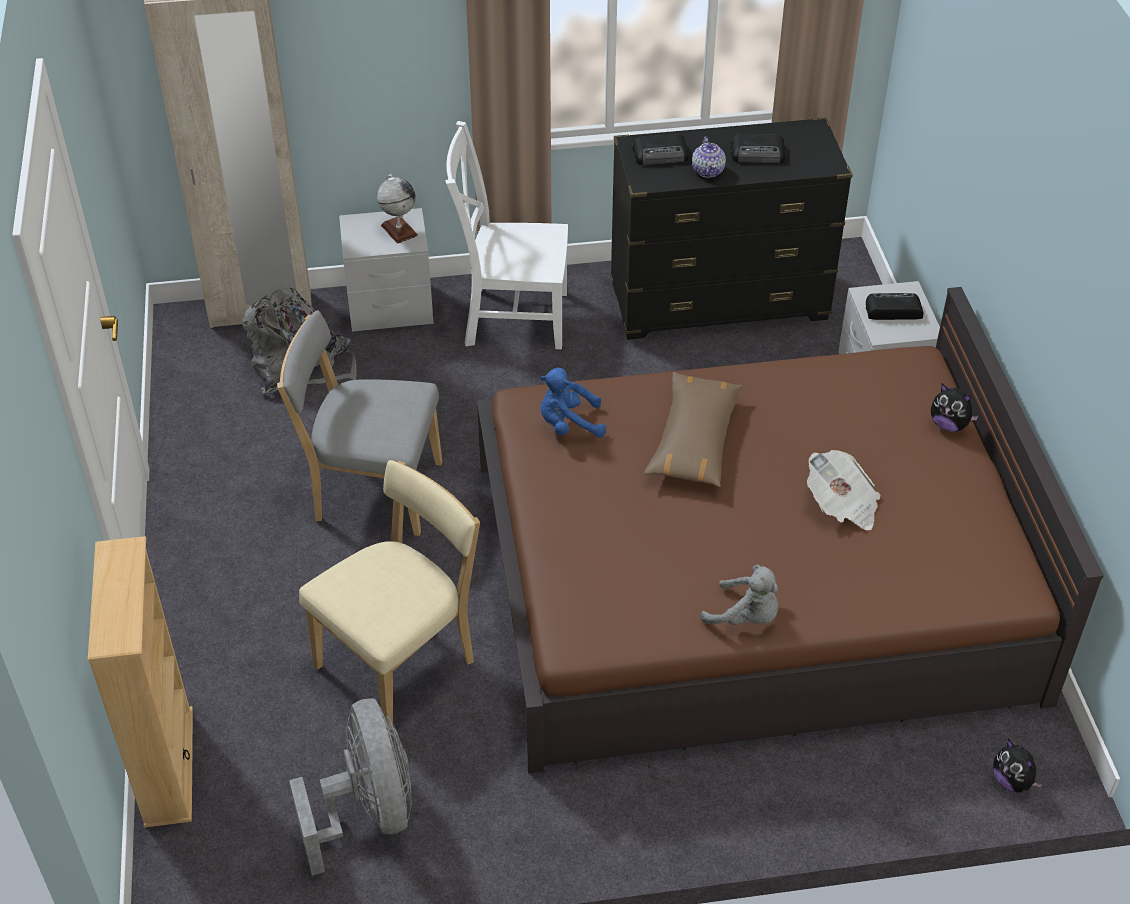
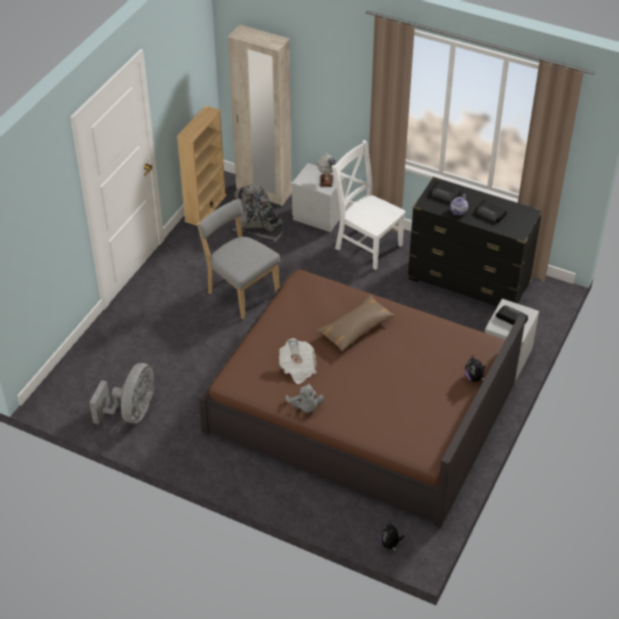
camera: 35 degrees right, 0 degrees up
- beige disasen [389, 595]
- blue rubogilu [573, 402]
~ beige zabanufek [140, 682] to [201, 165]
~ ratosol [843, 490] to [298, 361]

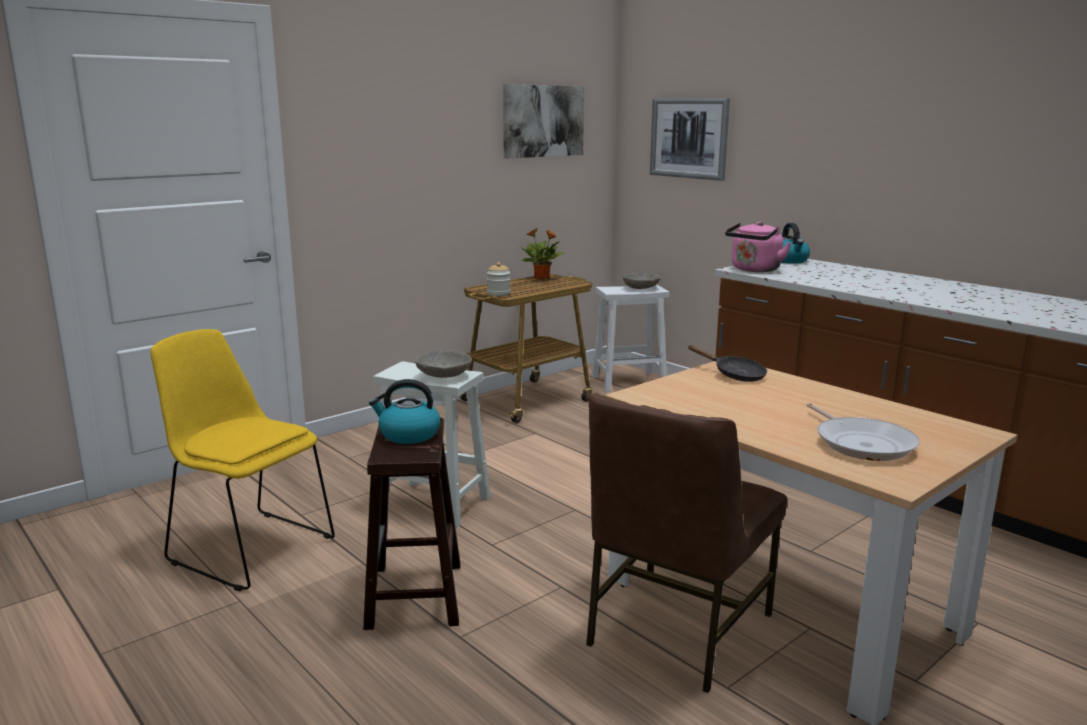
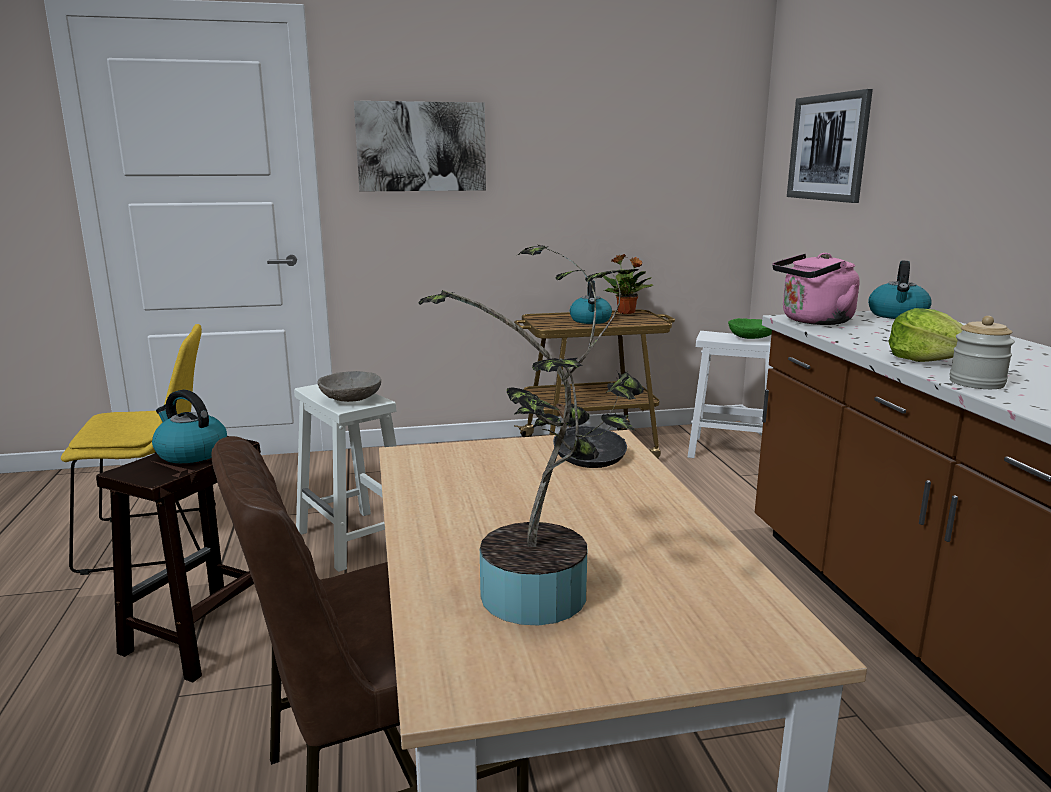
camera: 30 degrees right, 0 degrees up
+ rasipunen [591, 302]
+ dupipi [925, 335]
~ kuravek [499, 279] to [982, 352]
~ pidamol [543, 121] to [420, 146]
~ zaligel [863, 432] to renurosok [531, 434]
~ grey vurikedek [642, 281] to green vurikedek [750, 328]
~ yellow disasen [242, 460] = [138, 449] 105 degrees clockwise

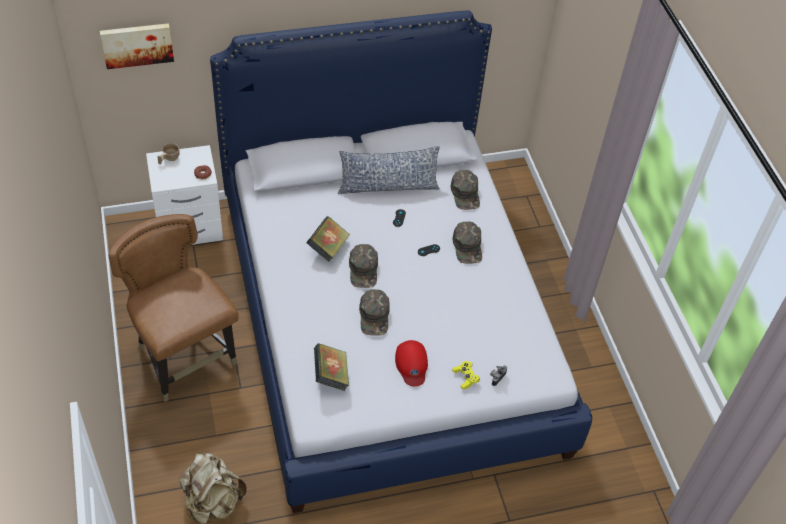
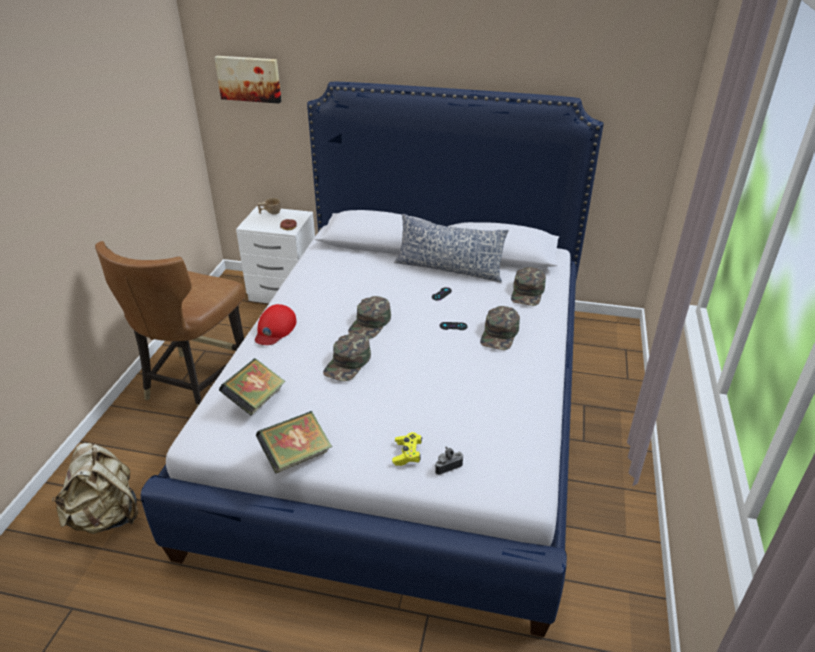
camera: 30 degrees right, 15 degrees down
~ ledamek [328, 239] to [294, 442]
~ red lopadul [411, 363] to [276, 324]
~ brown disasen [174, 308] = [170, 324] 150 degrees counterclockwise

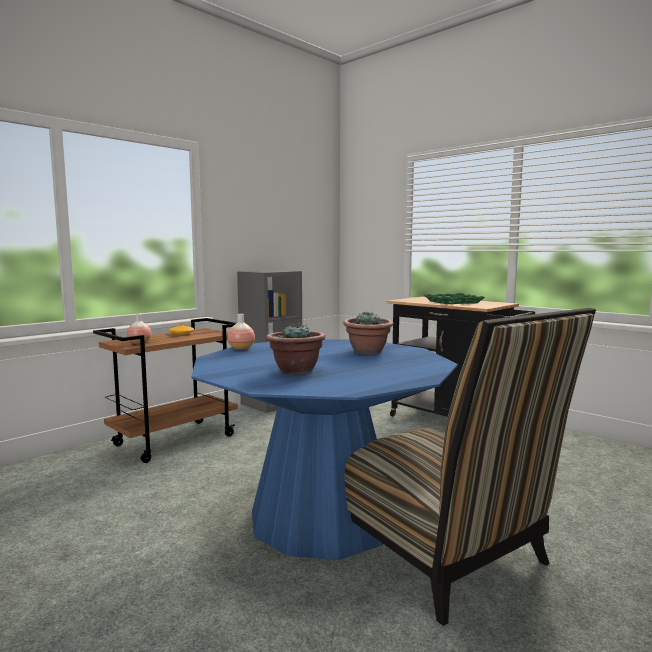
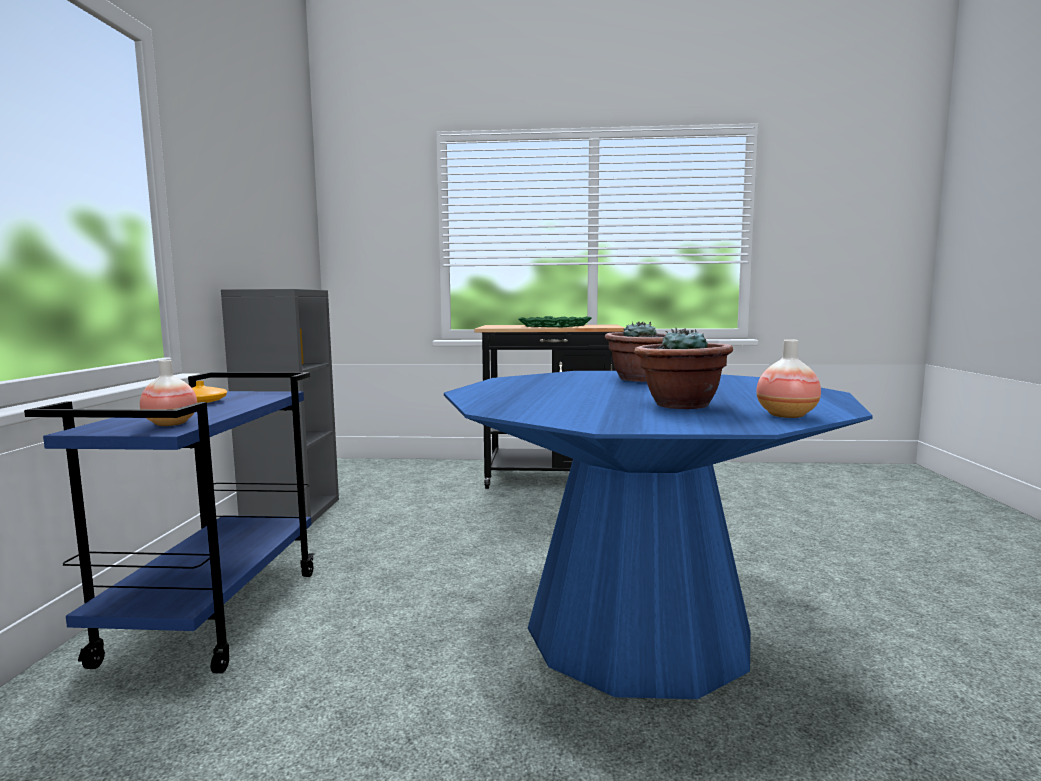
camera: 40 degrees left, 0 degrees up
- disasen [470, 467]
~ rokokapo [241, 332] to [788, 378]
~ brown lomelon [165, 390] to blue lomelon [169, 522]

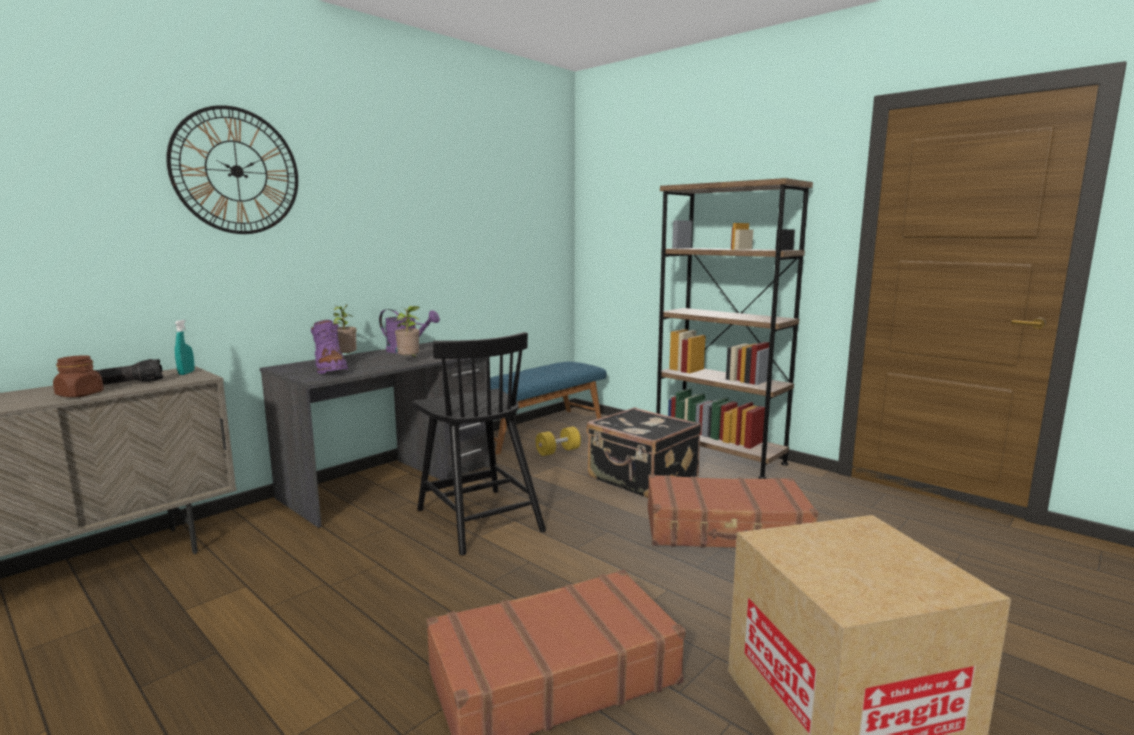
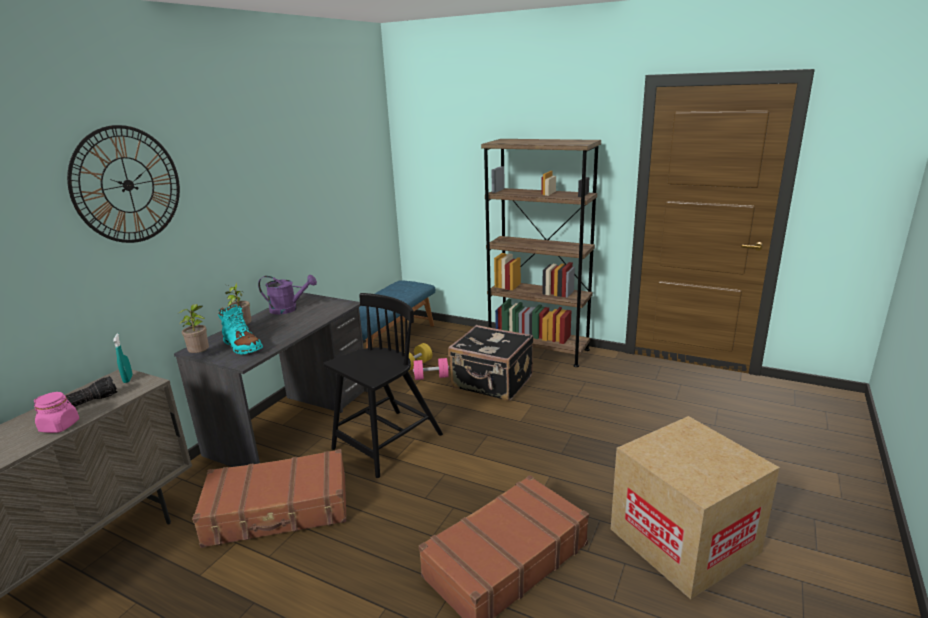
camera: 15 degrees left, 10 degrees up
+ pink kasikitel [431, 369]
~ renurosok [407, 332] to [193, 328]
~ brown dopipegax [732, 511] to [269, 498]
~ brown kuravek [78, 376] to pink kuravek [56, 412]
~ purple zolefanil [329, 347] to turquoise zolefanil [240, 330]
~ black disasen [479, 444] = [383, 385] 90 degrees counterclockwise

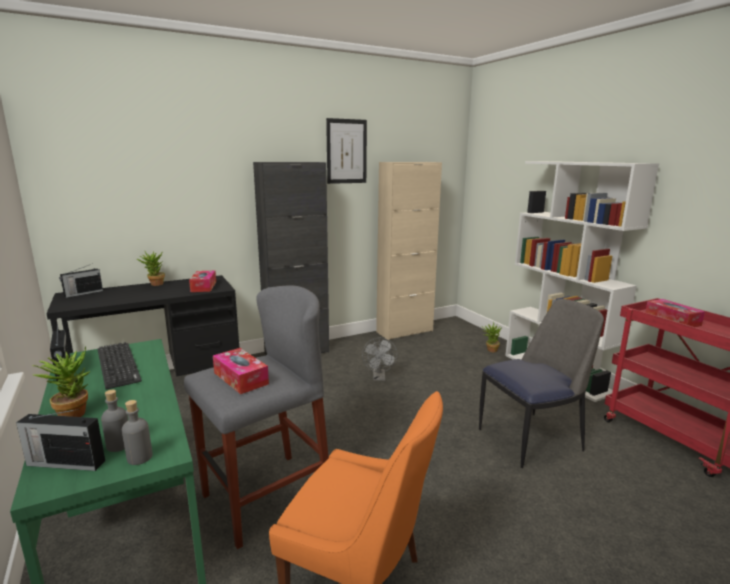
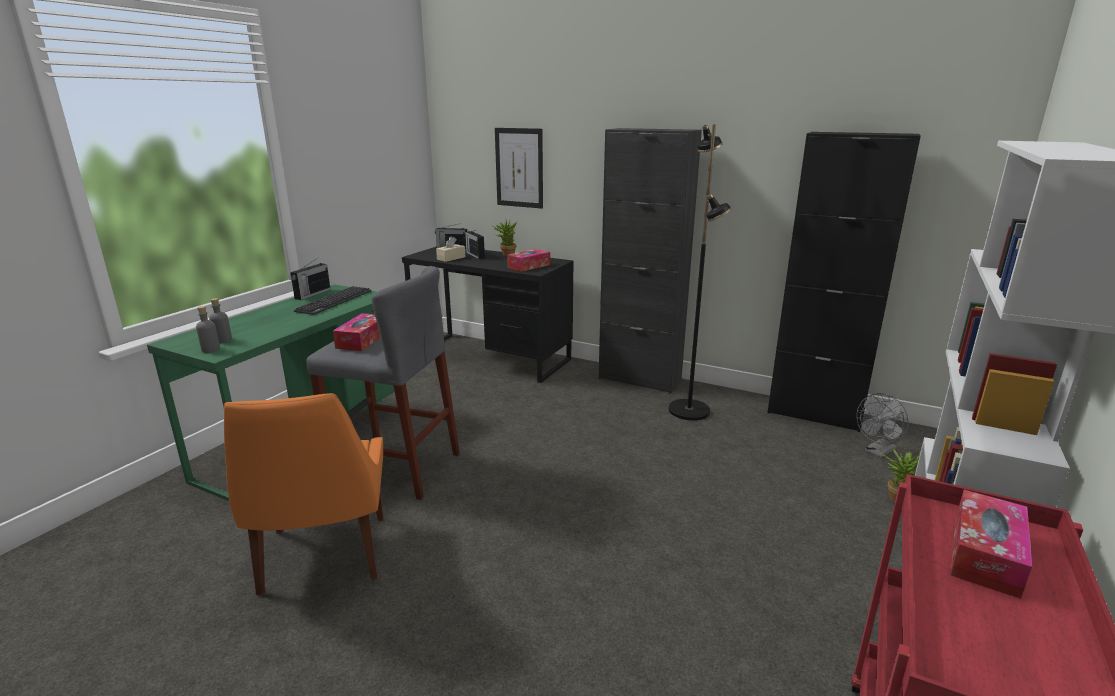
camera: 55 degrees right, 5 degrees up
- renurosok [61, 382]
- disasen [541, 383]
+ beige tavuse [450, 249]
+ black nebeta [700, 272]
~ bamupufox [60, 440] to [475, 244]
~ pidamol [346, 151] to [519, 168]
~ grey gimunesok [380, 359] to [882, 425]
~ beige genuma [409, 251] to black genuma [844, 282]

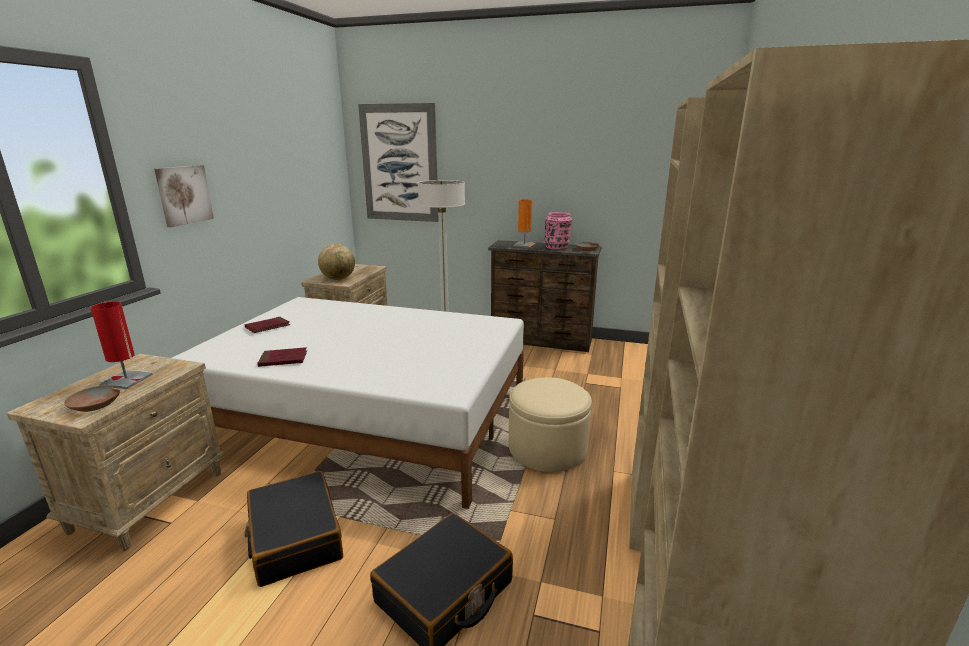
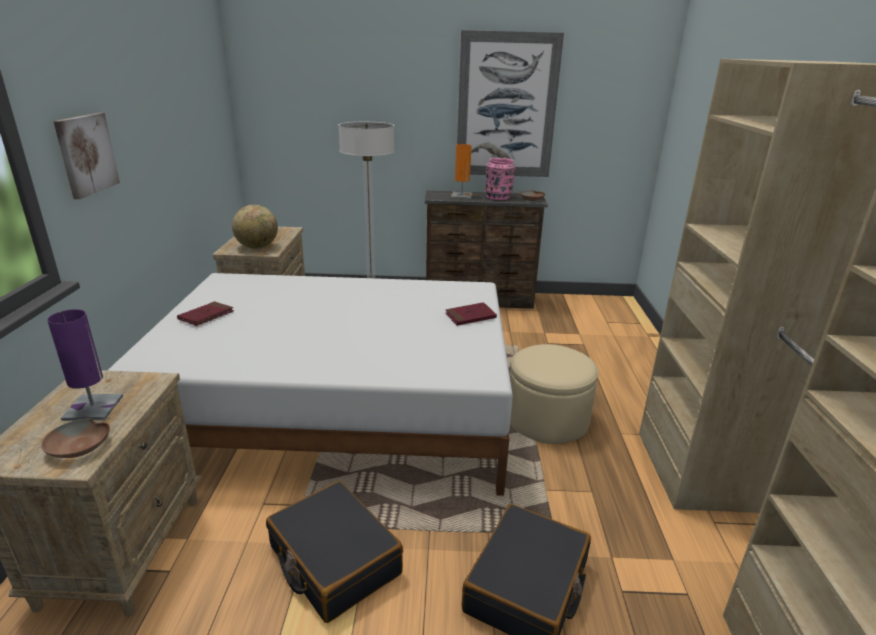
camera: 15 degrees left, 5 degrees up
~ red ledamek [282, 357] to [471, 314]
~ pidamol [398, 162] to [510, 103]
~ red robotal [122, 345] to purple robotal [85, 365]

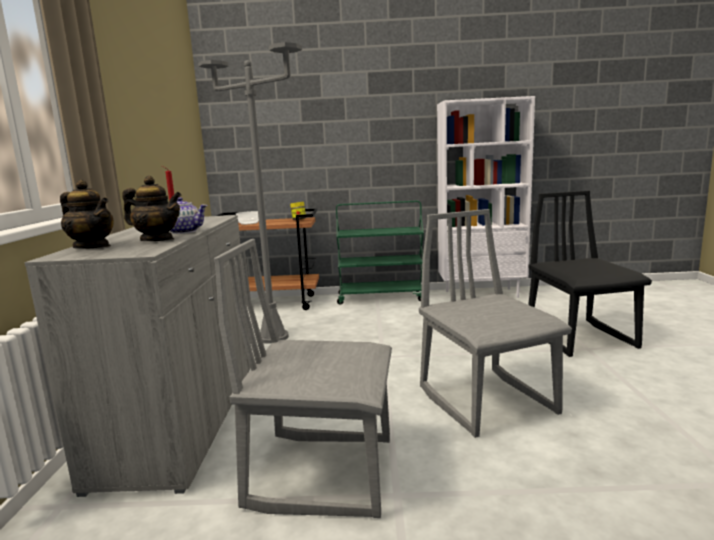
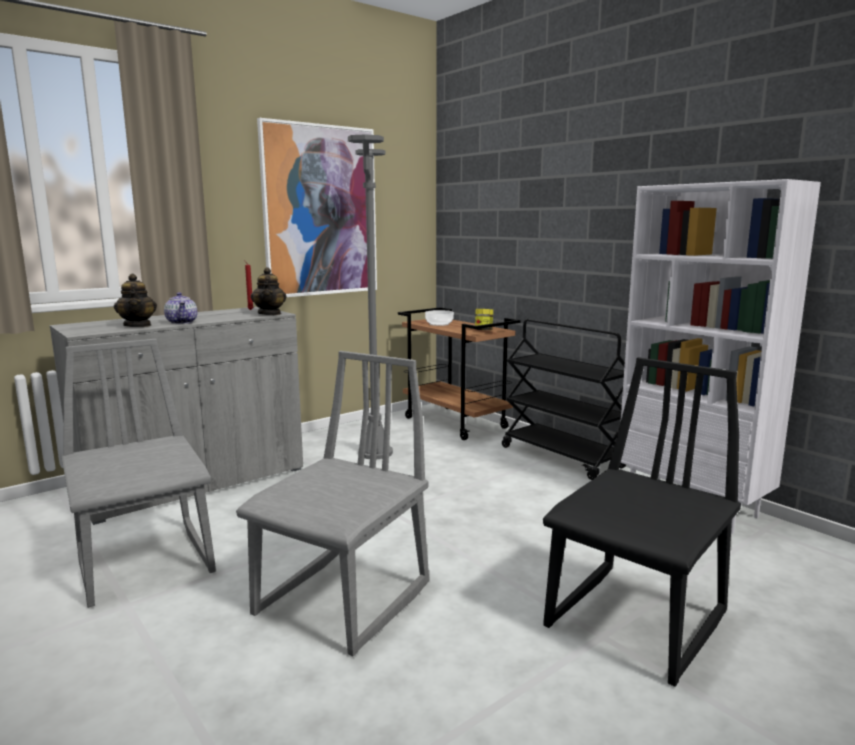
camera: 50 degrees right, 0 degrees up
+ pidamol [317, 207]
~ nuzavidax [87, 214] to [268, 291]
~ green lomelon [380, 252] to black lomelon [564, 399]

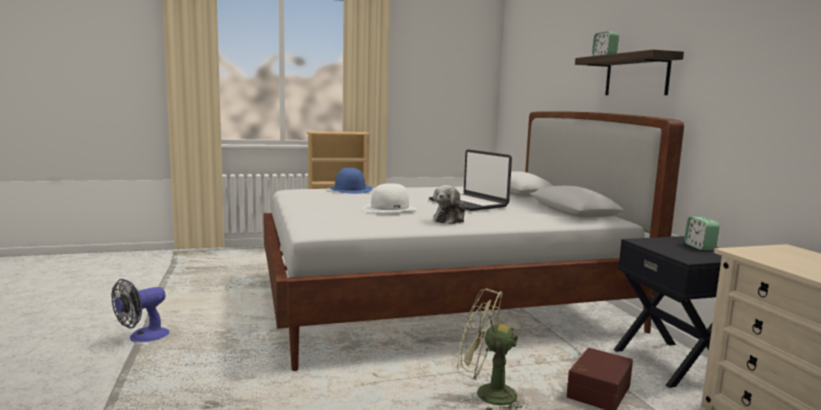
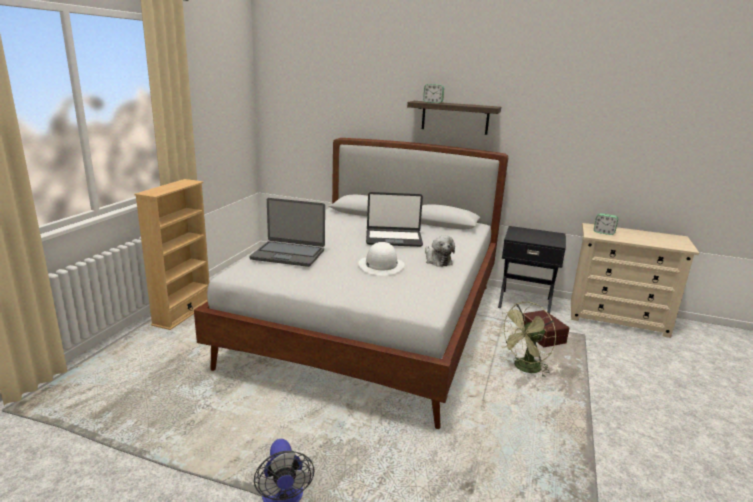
camera: 55 degrees left, 10 degrees up
~ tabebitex [702, 233] to [606, 224]
~ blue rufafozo [350, 181] to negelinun [287, 232]

